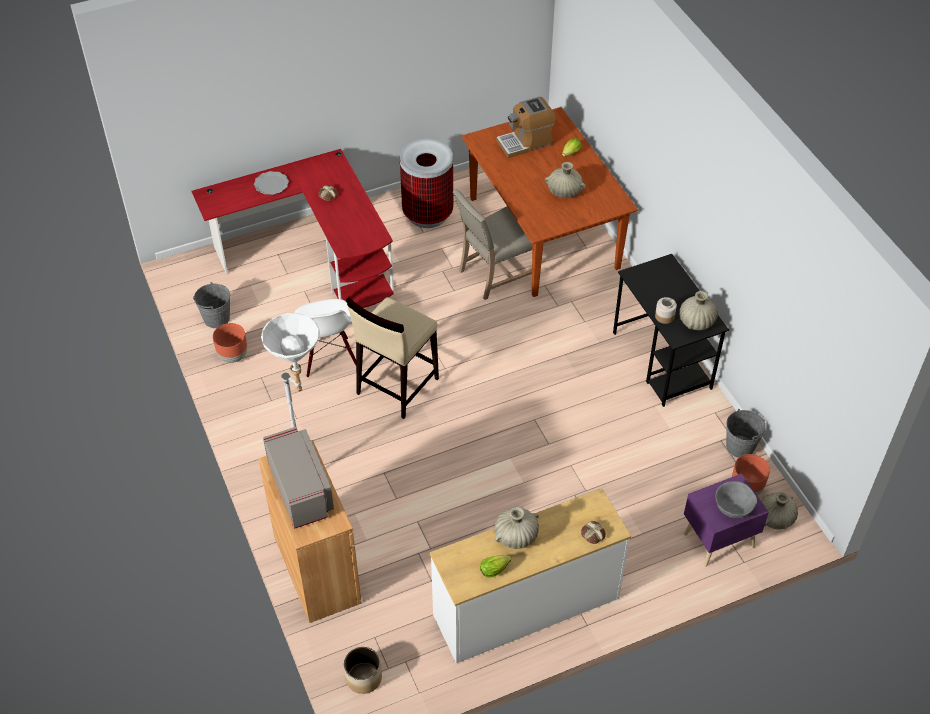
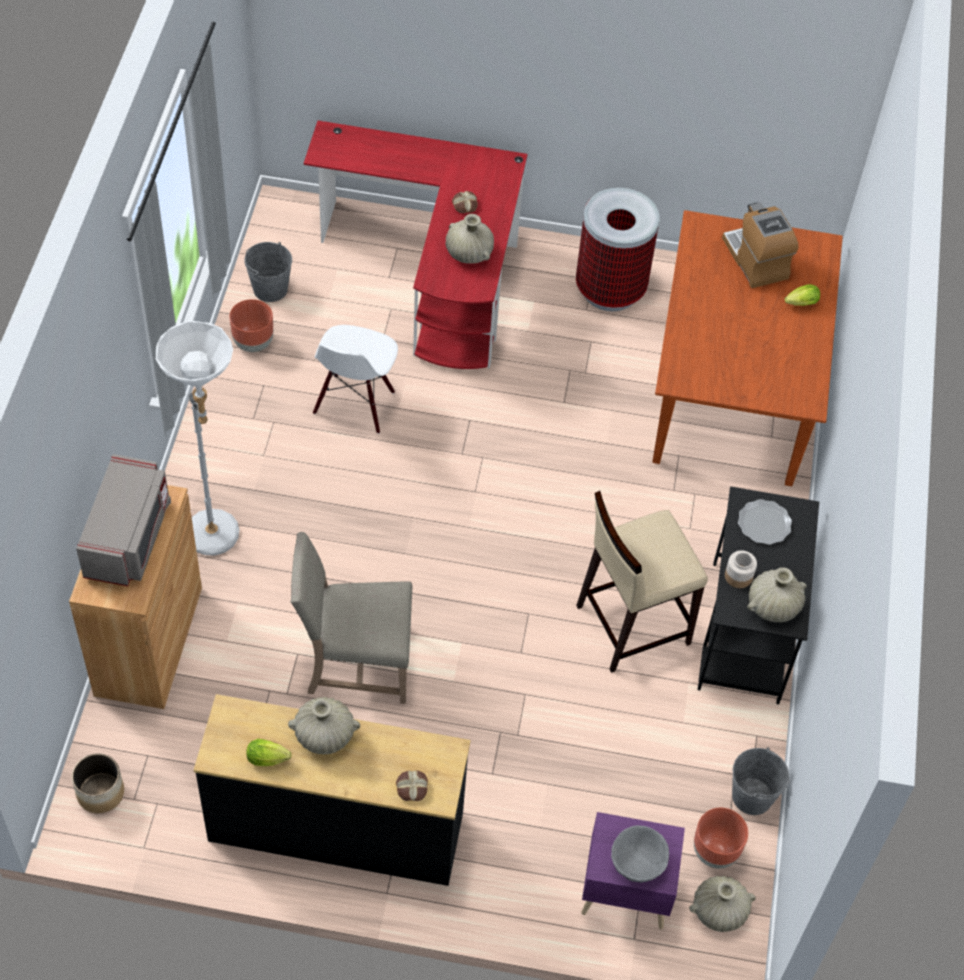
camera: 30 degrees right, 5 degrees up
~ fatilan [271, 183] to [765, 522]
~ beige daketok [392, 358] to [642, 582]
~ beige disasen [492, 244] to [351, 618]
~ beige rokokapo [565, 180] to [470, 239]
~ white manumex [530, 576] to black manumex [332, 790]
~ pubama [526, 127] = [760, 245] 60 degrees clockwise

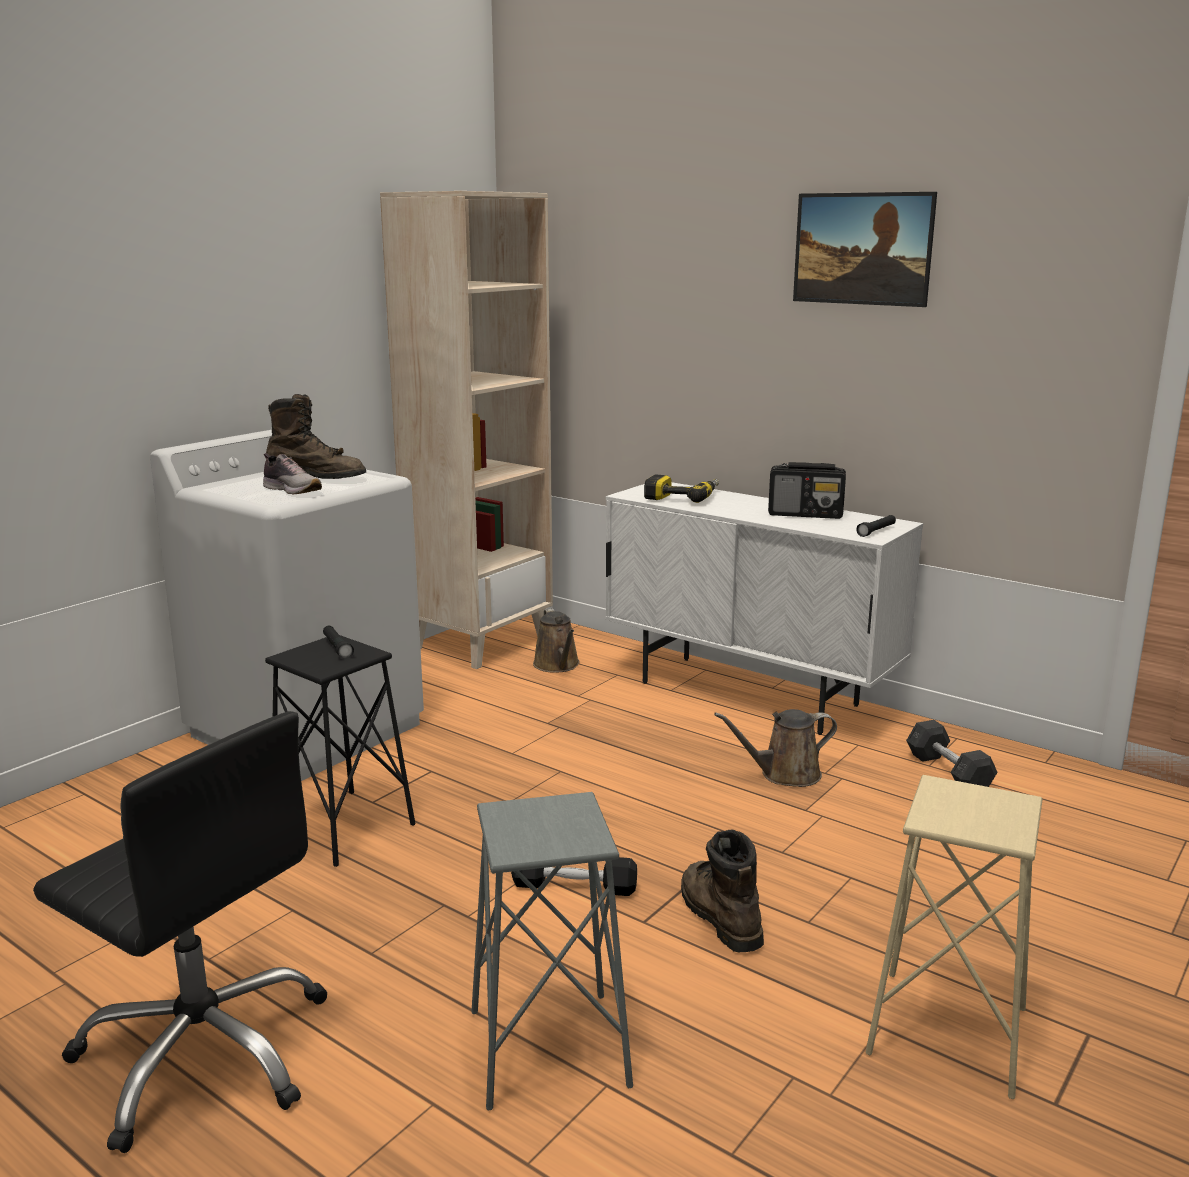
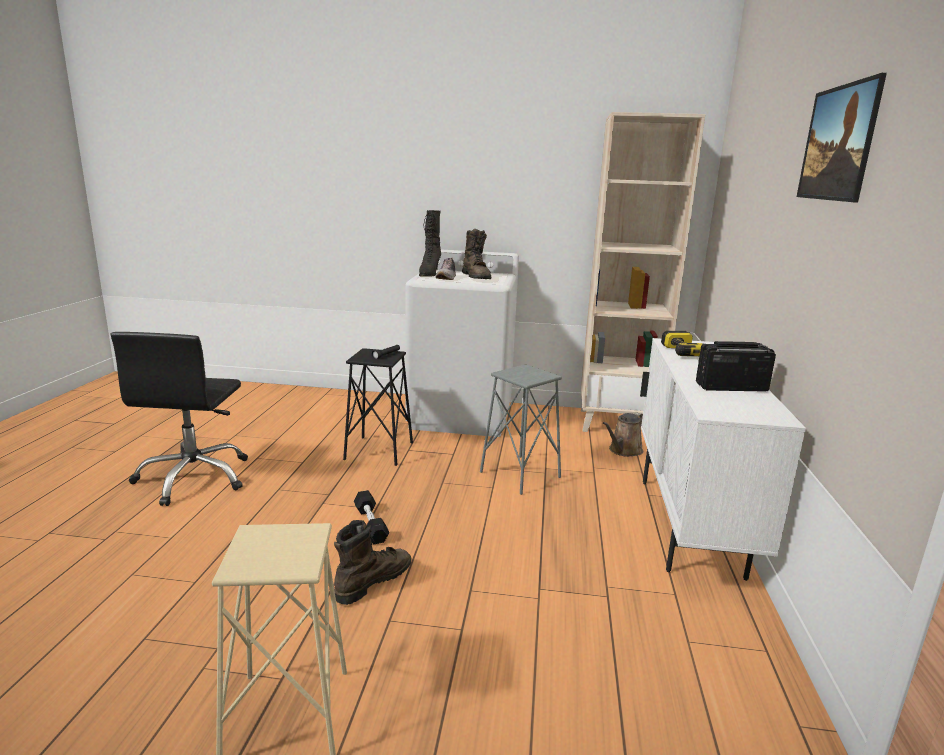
camera: 60 degrees right, 0 degrees up
- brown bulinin [775, 748]
- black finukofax [876, 526]
- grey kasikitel [952, 753]
+ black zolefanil [430, 243]
~ grey daketok [552, 951] to [521, 429]
~ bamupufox [807, 490] = [736, 366] 105 degrees clockwise

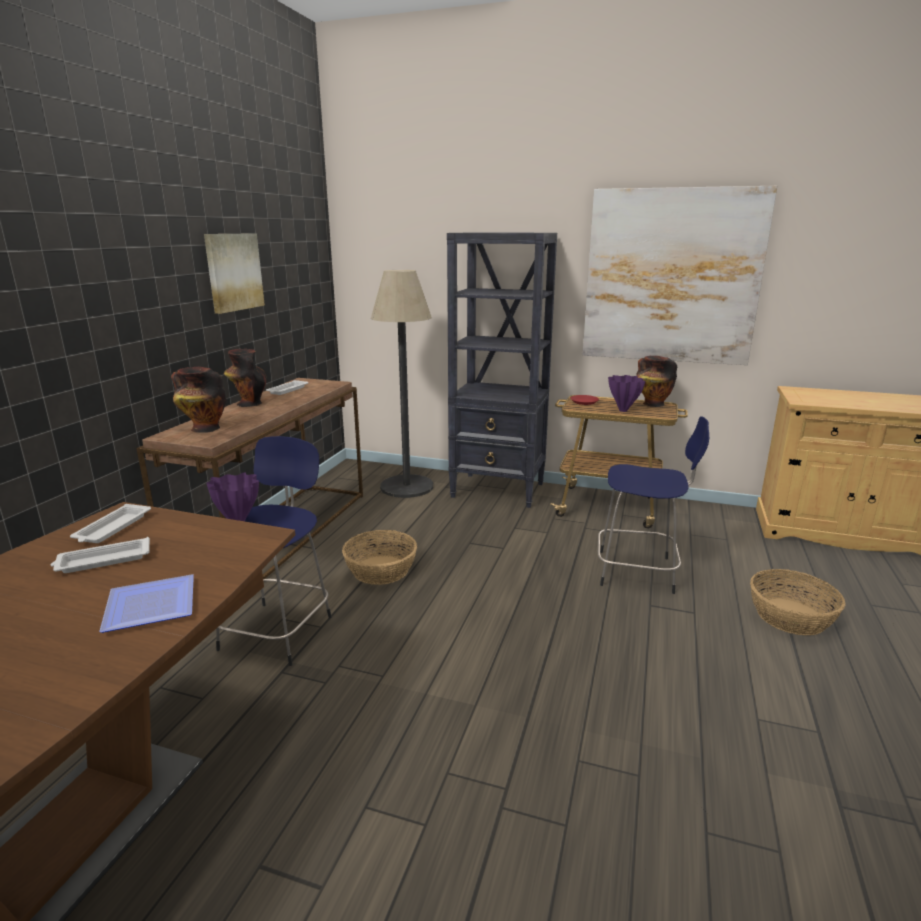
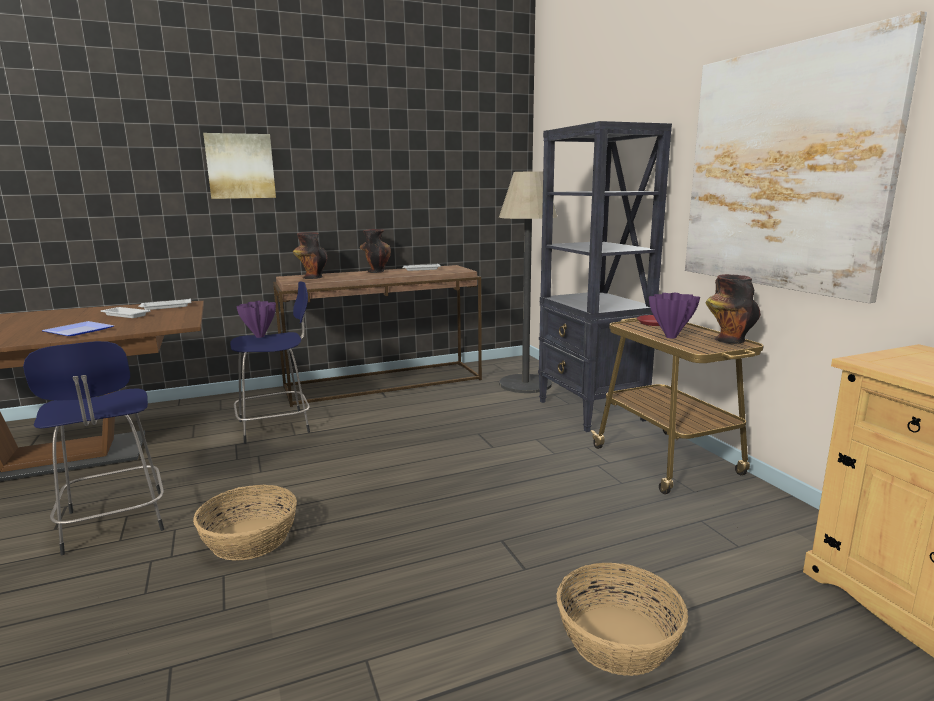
camera: 50 degrees right, 5 degrees down
~ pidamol [234, 274] to [239, 166]
~ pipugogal [379, 557] to [245, 523]
~ blue daketok [653, 505] to [93, 448]

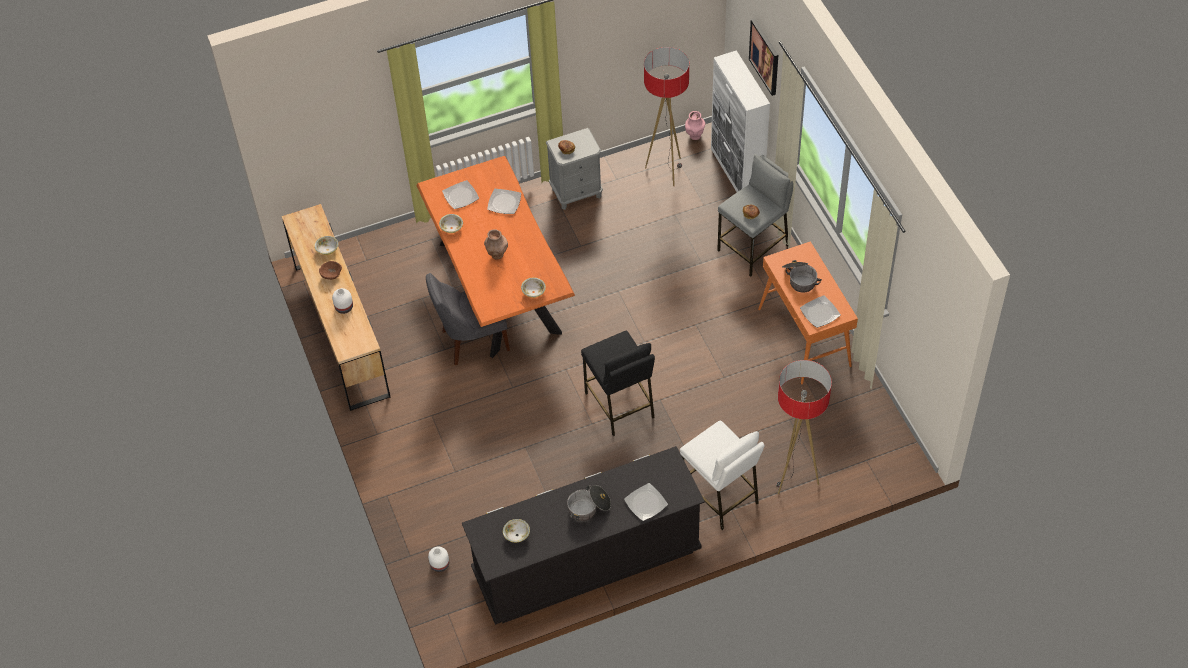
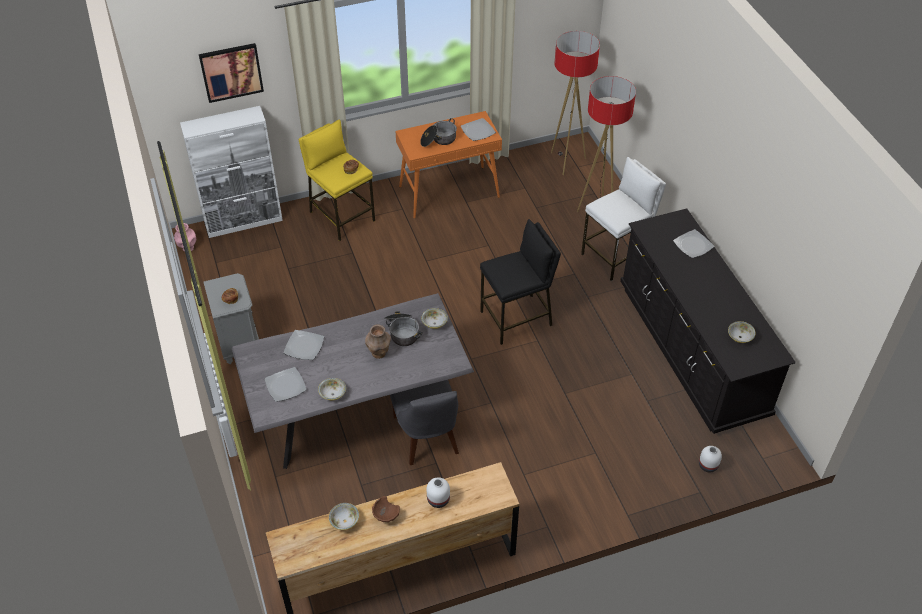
camera: 90 degrees left, 5 degrees down
~ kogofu [589, 503] to [403, 328]
~ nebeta [666, 116] to [575, 103]
~ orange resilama [495, 257] to grey resilama [353, 381]
~ grey daketok [755, 215] to yellow daketok [337, 180]

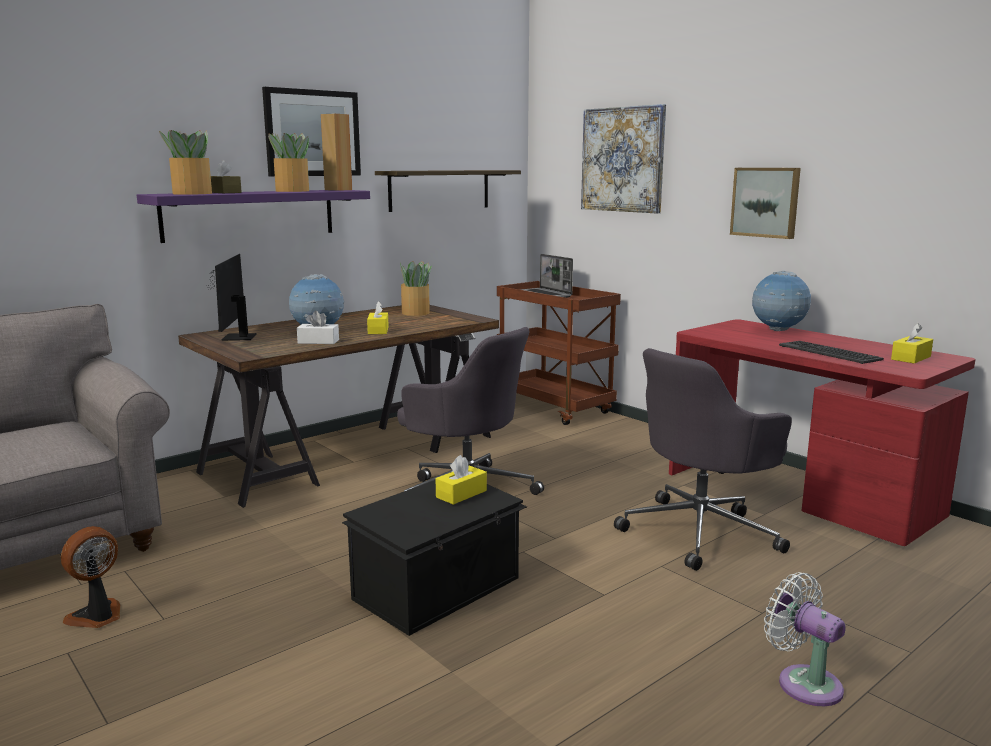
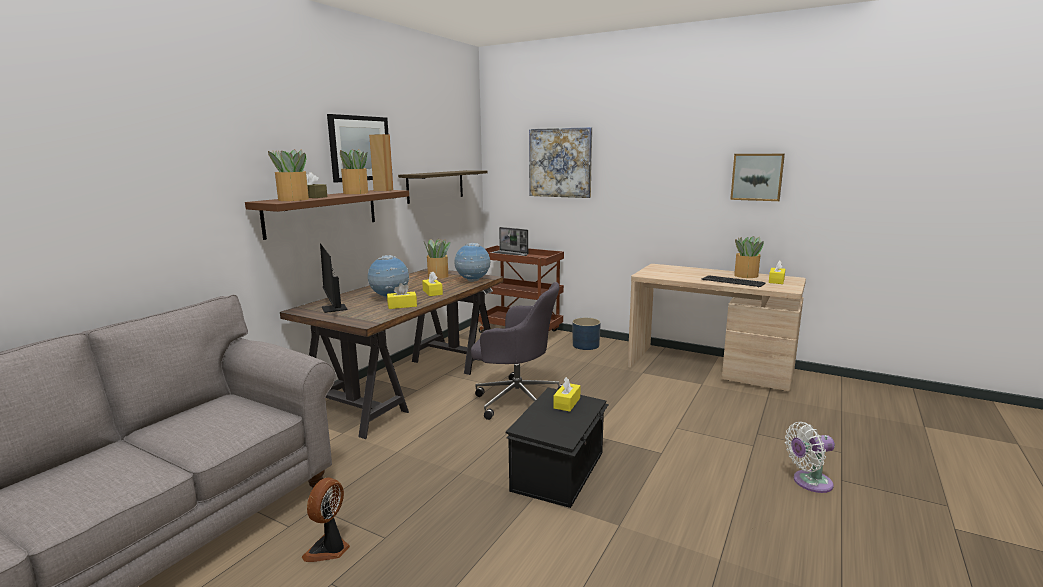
camera: 20 degrees left, 0 degrees up
- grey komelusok [703, 459]
+ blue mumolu [586, 334]
+ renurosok [749, 257]
~ pidamol [765, 203] to [757, 177]
~ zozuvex [781, 301] to [472, 262]
~ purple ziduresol [253, 216] to brown ziduresol [327, 215]
~ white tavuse [318, 327] to yellow tavuse [402, 296]
~ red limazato [822, 432] to beige limazato [717, 327]
~ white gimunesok [805, 639] = [810, 457] 45 degrees counterclockwise

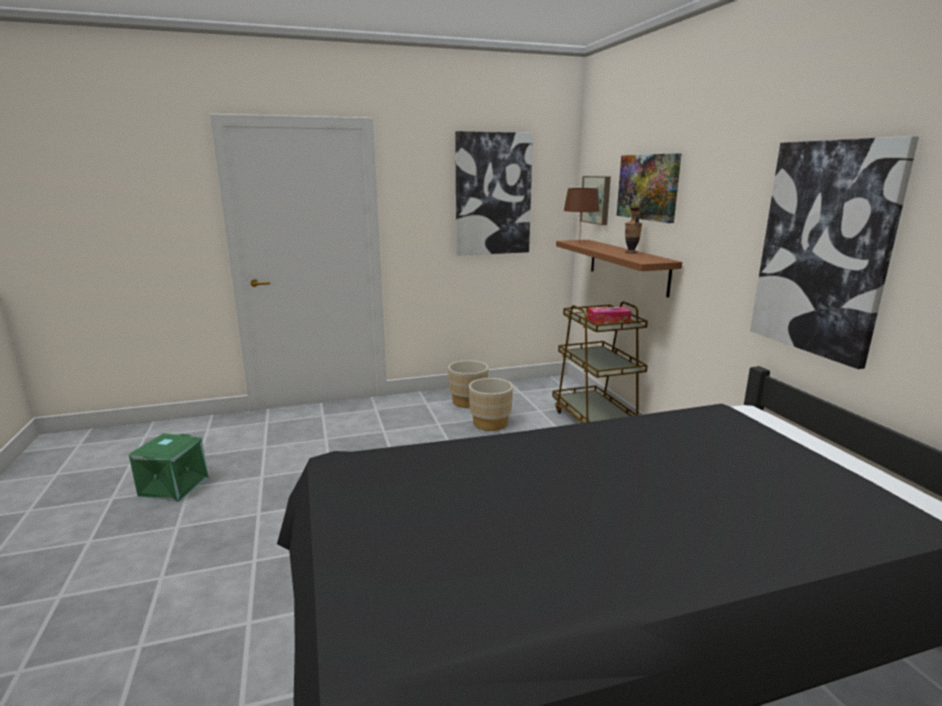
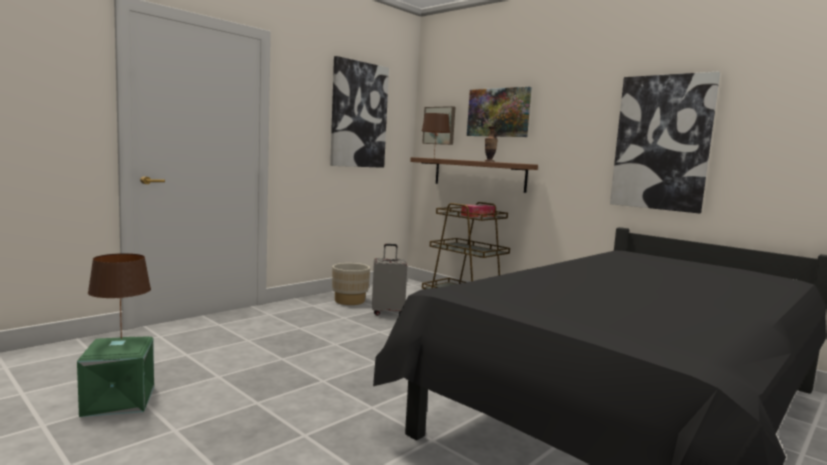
camera: 30 degrees left, 10 degrees down
+ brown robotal [119, 296]
~ beige mumolu [491, 404] to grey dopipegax [389, 280]

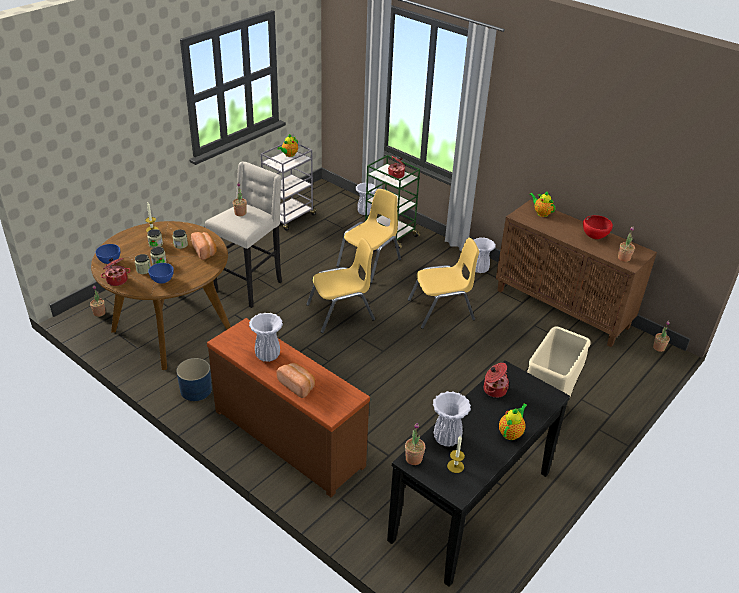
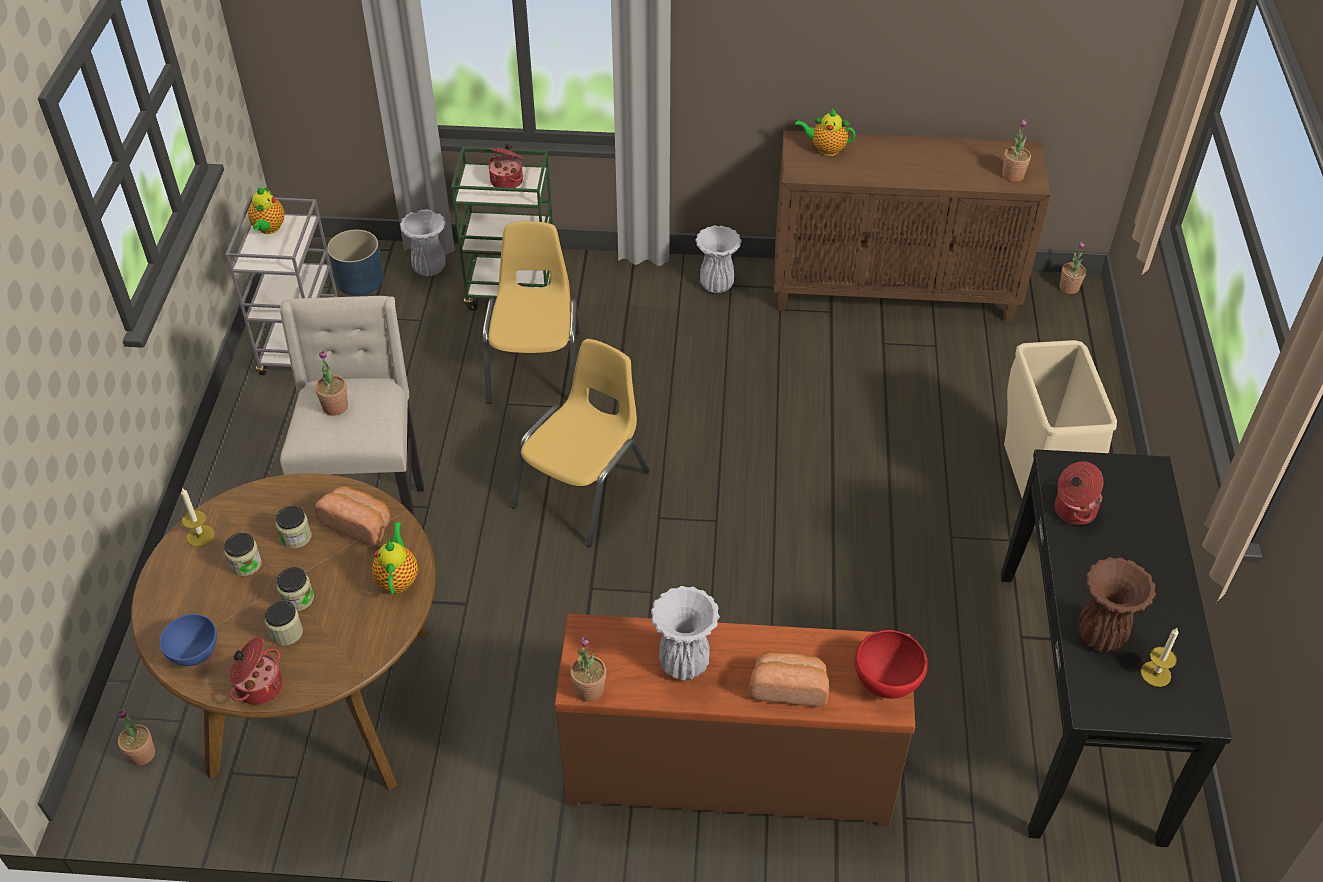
camera: 35 degrees left, 10 degrees up
- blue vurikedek [161, 273]
- yellow disasen [443, 283]
~ blue mumolu [194, 379] to [355, 263]
~ renurosok [415, 444] to [588, 669]
~ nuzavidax [513, 422] to [395, 558]
~ red vurikedek [598, 227] to [891, 664]
~ white rokokapo [452, 419] to brown rokokapo [1116, 604]

